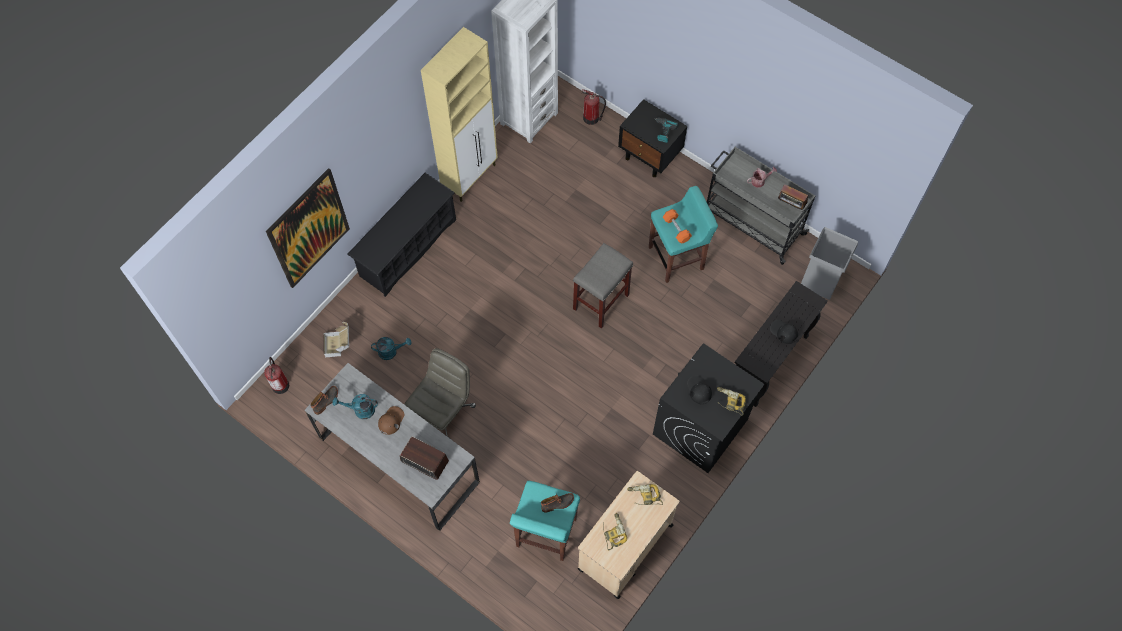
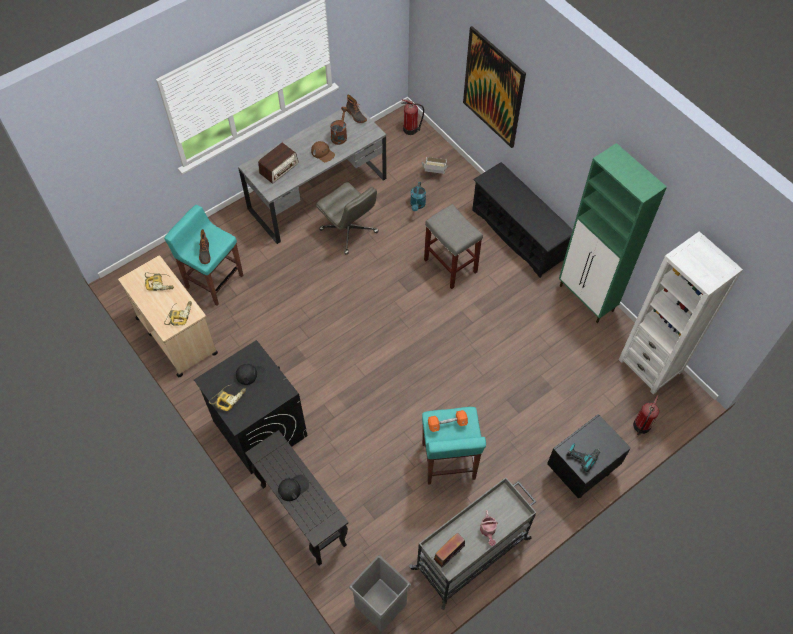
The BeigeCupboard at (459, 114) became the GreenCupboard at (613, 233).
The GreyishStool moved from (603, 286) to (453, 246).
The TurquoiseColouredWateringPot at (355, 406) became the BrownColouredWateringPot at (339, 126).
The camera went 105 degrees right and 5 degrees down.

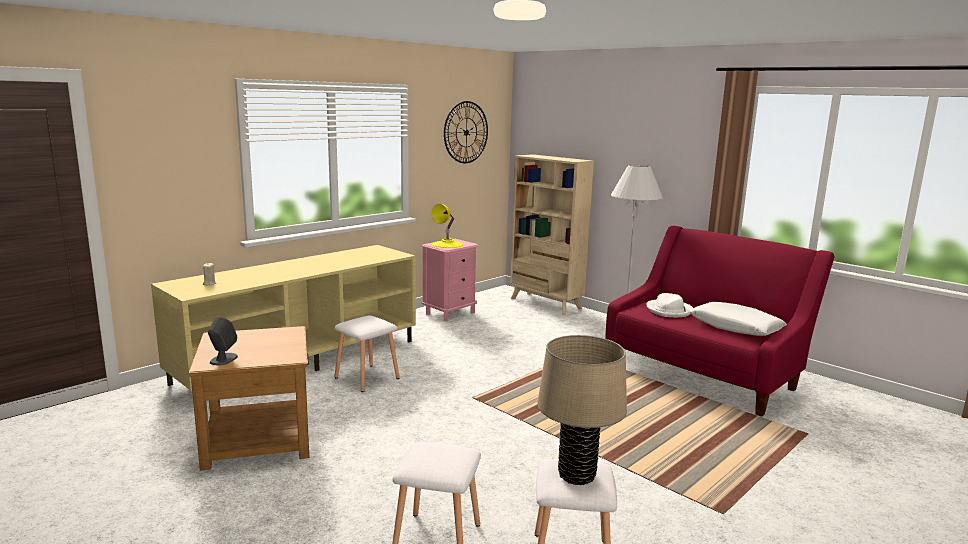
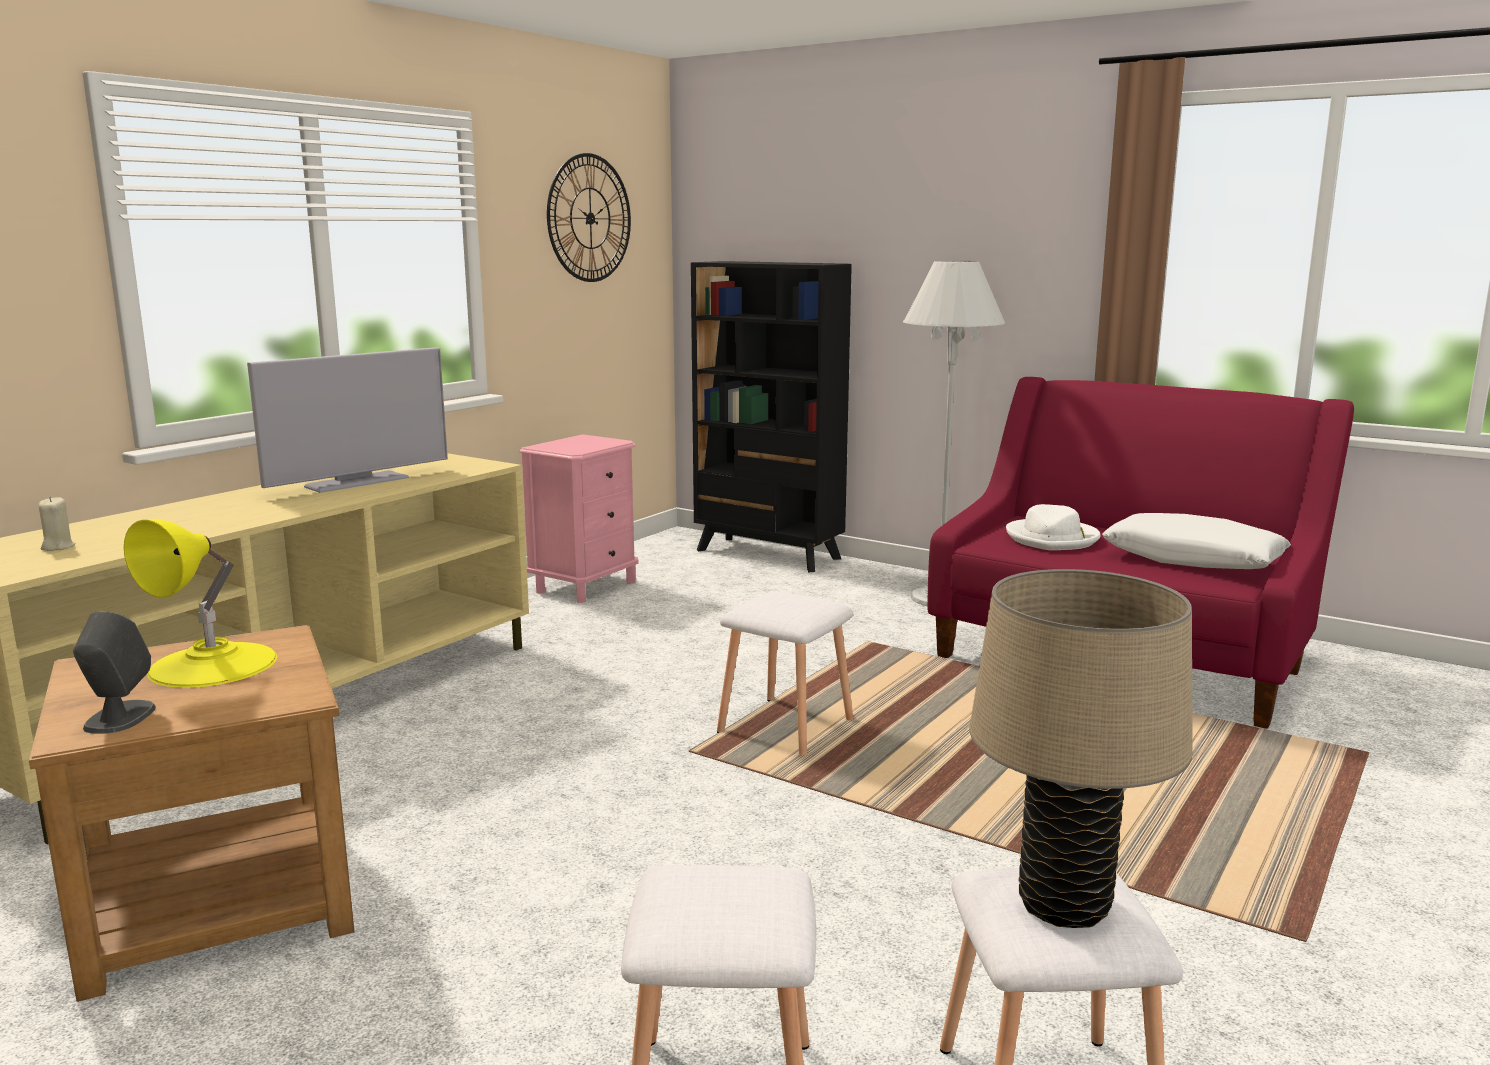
The BeigeBookcase at (552, 234) became the BlackishBookcase at (771, 416).
The YellowColouredTableLamp moved from (447, 226) to (200, 603).
The WhiteStool moved from (367, 353) to (785, 673).
The Television at (347, 420) appeared.
The camera went 10 degrees left and 0 degrees up.

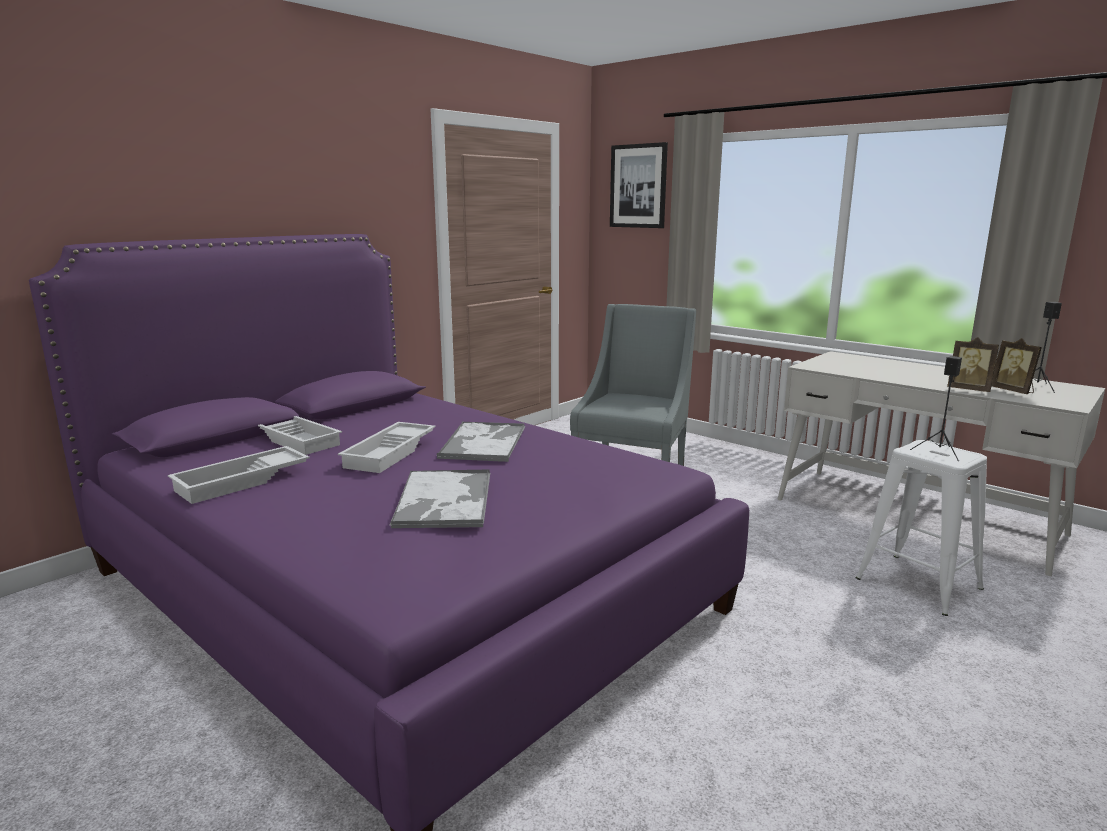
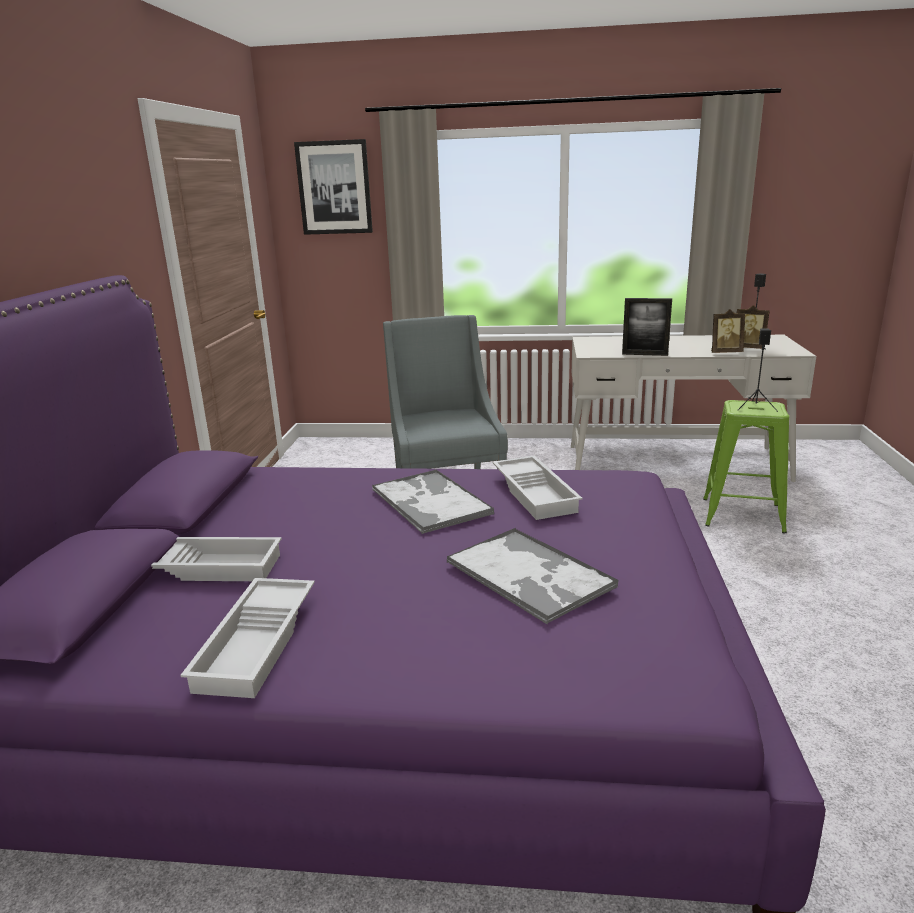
The WhiteCarryingTray moved from (387, 447) to (537, 488).
The WhiteStool at (921, 528) became the GreenStool at (746, 466).
The PhotoFrame at (647, 327) appeared.
The camera went 35 degrees left and 5 degrees up.

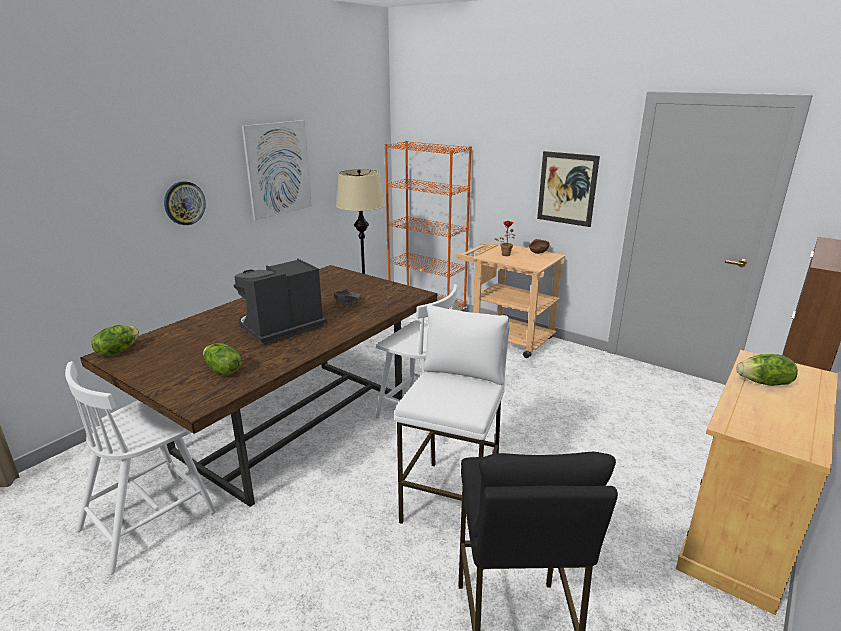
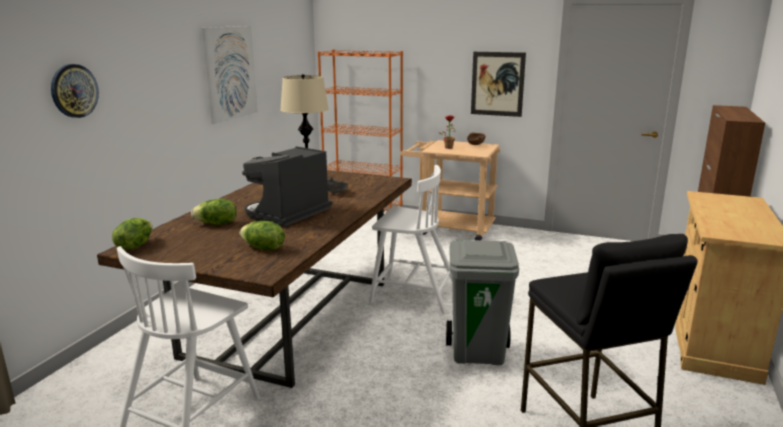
The ClockOnTheWall moved from (185, 203) to (75, 91).
The WhiteStool at (452, 414) was replaced by the GreyishWasteBin at (482, 302).
The HeadOfLettuce moved from (767, 370) to (214, 212).
The camera went 15 degrees left and 5 degrees down.

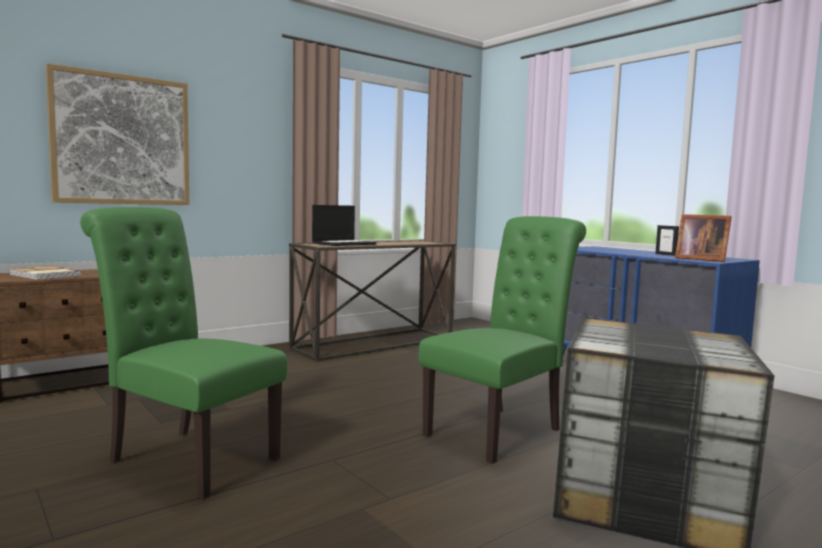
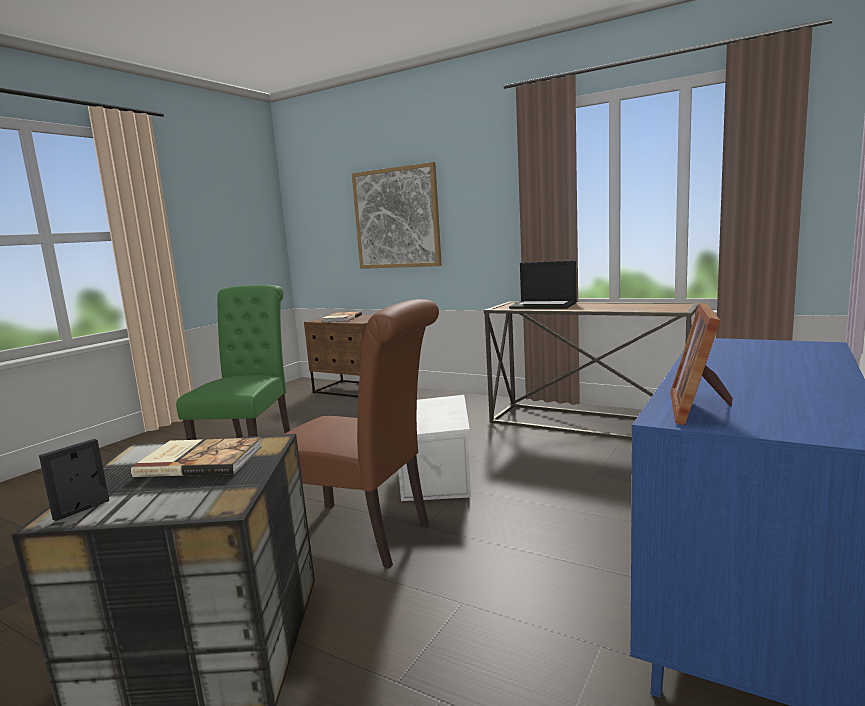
The GreenUprightChair at (502, 340) became the BrownColouredUprightChair at (362, 434).
The PhotoFrame moved from (667, 240) to (74, 480).
The WhiteStorageBox at (435, 448) appeared.
The Book at (196, 457) appeared.
The camera went 70 degrees right and 5 degrees up.

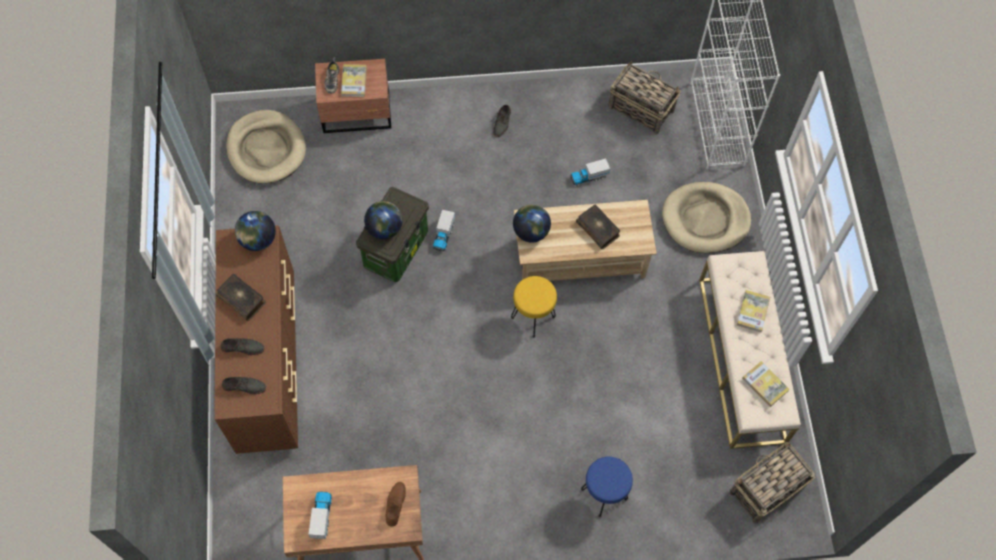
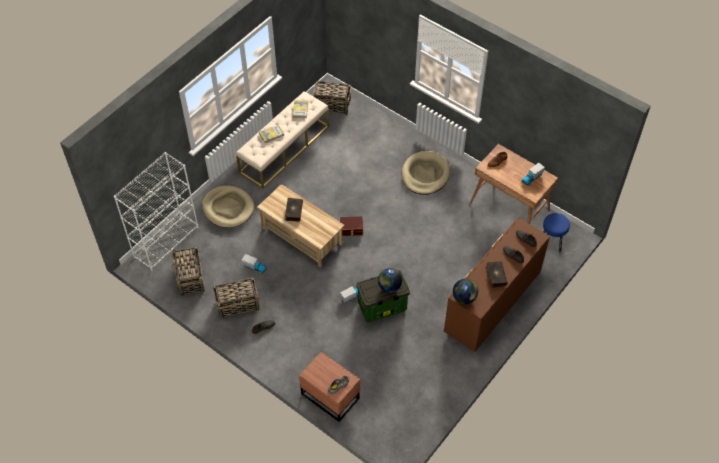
The Book at (354, 80) disappeared.
The BeigeDogBed moved from (266, 147) to (426, 173).
The Globe at (532, 223) disappeared.
The YellowColouredStool at (534, 307) was replaced by the BrownColouredStorageBox at (351, 226).
The BlueColouredStool moved from (607, 487) to (556, 232).
The Basket at (236, 298) appeared.
The camera went 135 degrees left and 10 degrees down.

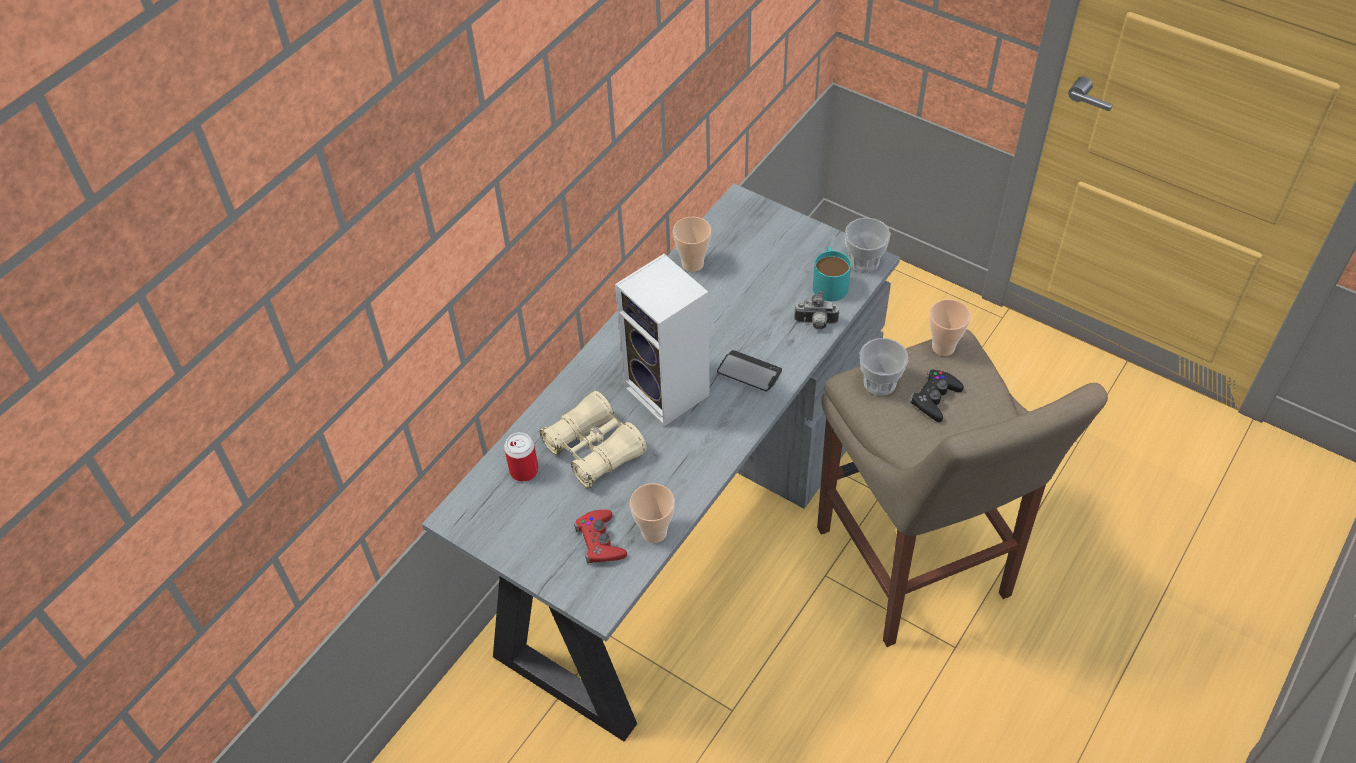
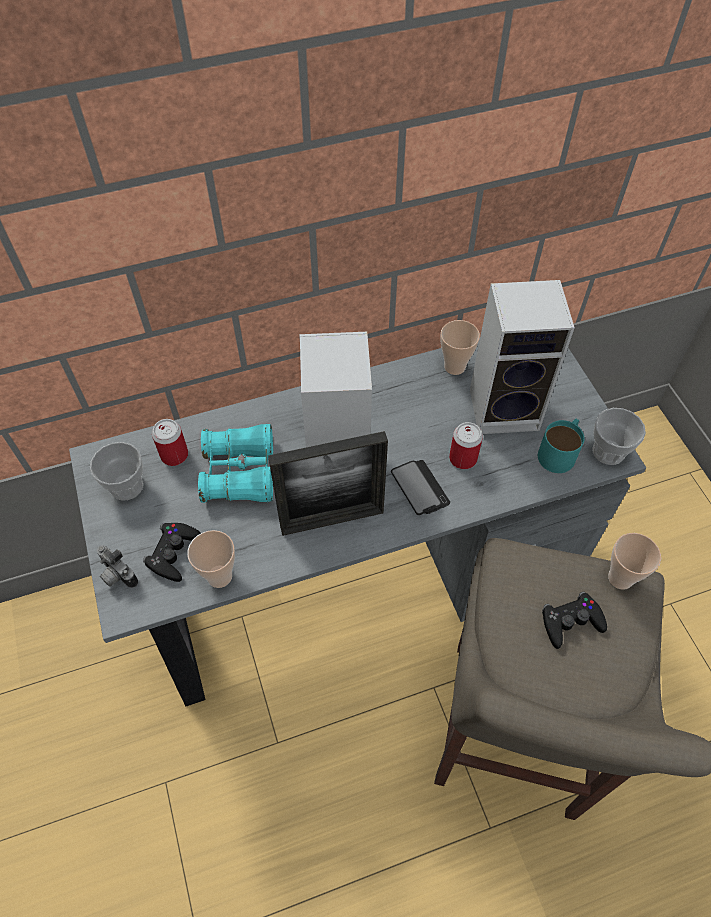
The StillCamera moved from (817, 310) to (117, 566).
The Cup moved from (884, 367) to (116, 471).
The BeigeFieldGlasses at (593, 439) became the TurquoiseColouredFieldGlasses at (235, 463).
The RedColouredGameController at (600, 537) became the BlackishGameController at (172, 552).
The Speaker at (522, 357) appeared.
The SealedCan at (466, 445) appeared.
The PhotoFrame at (328, 483) appeared.
The camera went 35 degrees right and 5 degrees up.

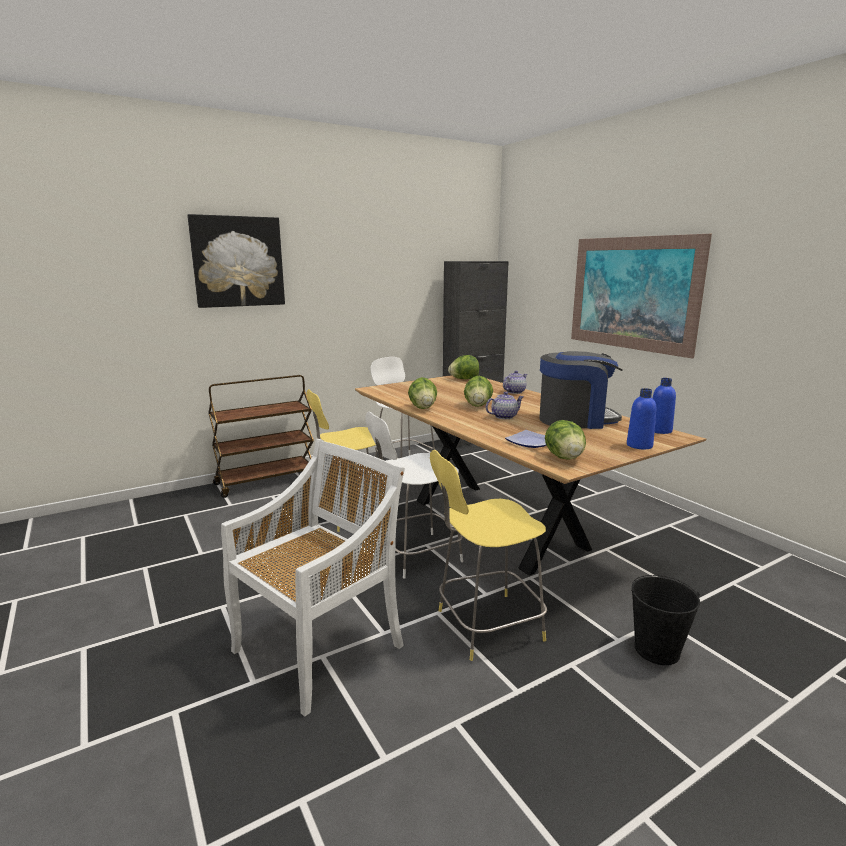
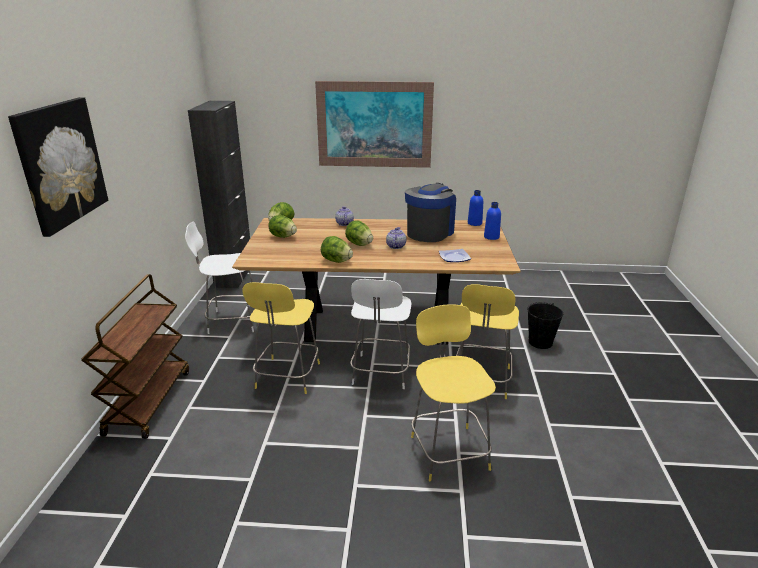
The HeadOfLettuce moved from (565, 440) to (282, 226).
The WhiteUprightChair at (313, 578) was replaced by the YellowColouredStool at (453, 392).
The camera went 55 degrees left and 10 degrees up.

